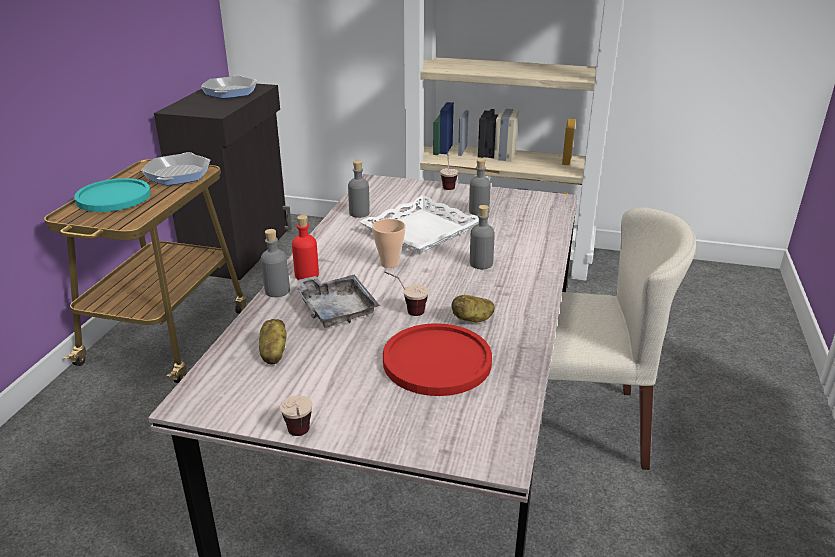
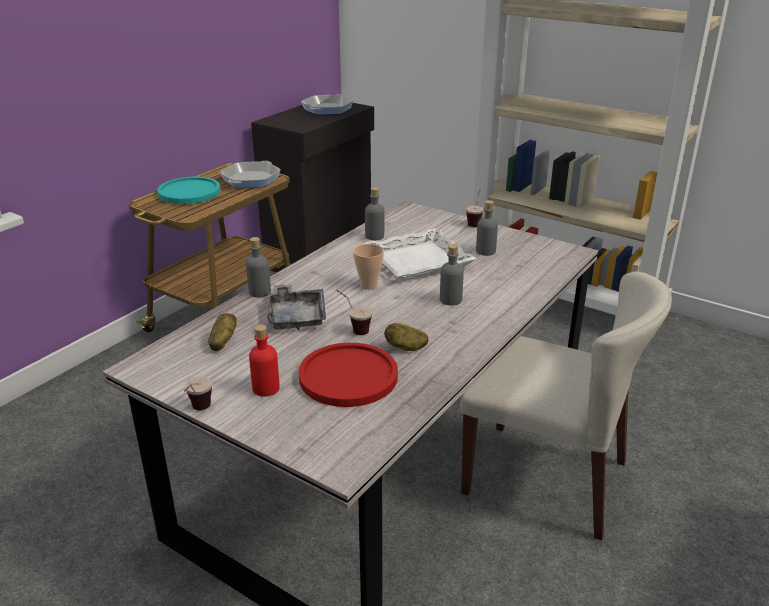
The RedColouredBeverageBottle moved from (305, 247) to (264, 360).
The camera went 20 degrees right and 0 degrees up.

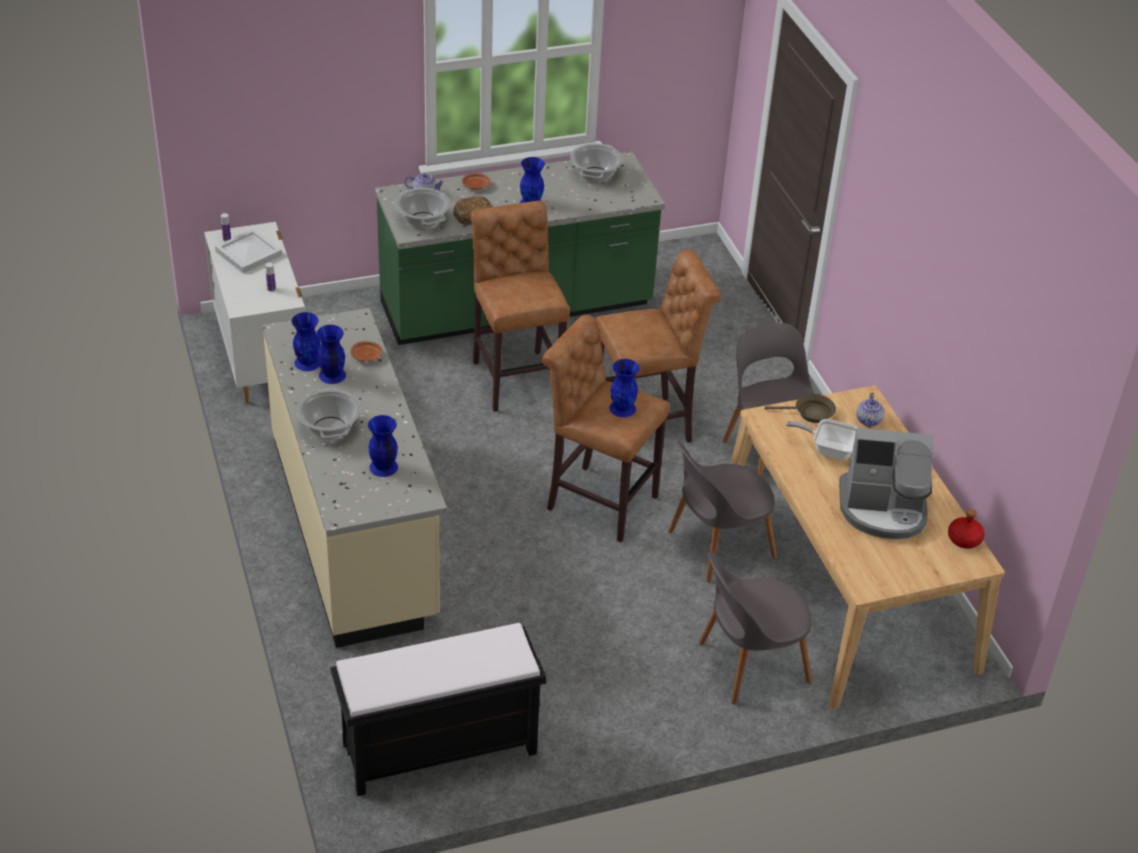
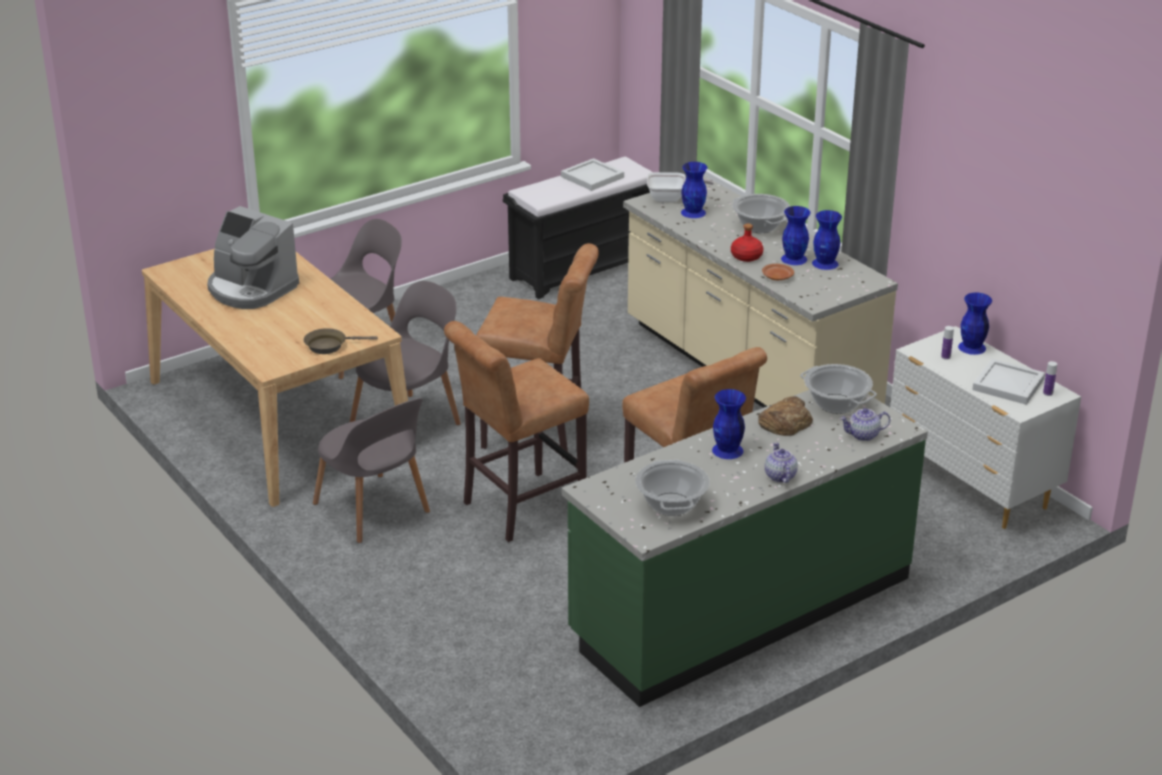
The BrownColouredFlatDish at (476, 181) disappeared.
The BlueColouredFlowerVase moved from (624, 388) to (975, 324).
The PotForTea moved from (870, 410) to (781, 462).
The Skillet moved from (822, 439) to (680, 187).
The CoffeeMachine at (886, 483) turned 135 degrees counterclockwise.
The RedColouredBeverageBottle moved from (966, 529) to (747, 242).
The WhiteCarryingTray at (592, 174) appeared.
The camera went 165 degrees right and 10 degrees down.

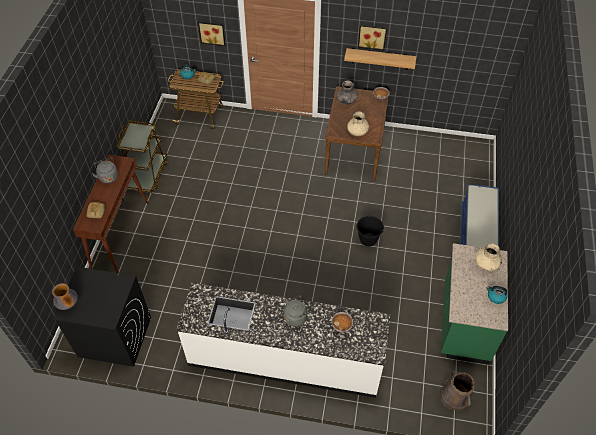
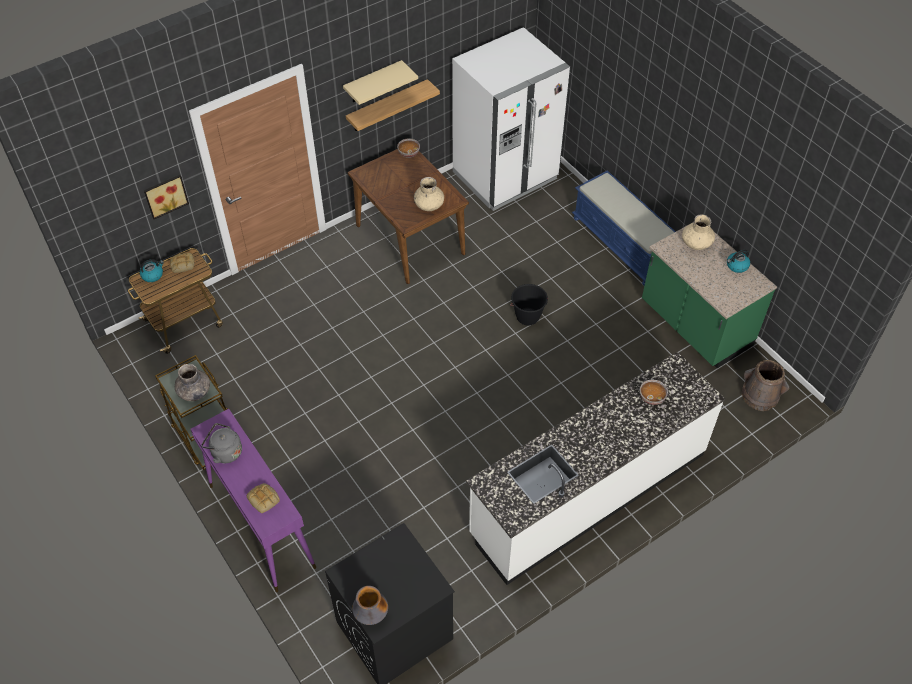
The WallArt at (372, 37) was replaced by the BeigeBracketShelf at (380, 82).
The GreyishFlowerVase moved from (347, 93) to (192, 382).
The BrownColouredNarrowTable at (111, 214) became the PurplishNarrowTable at (253, 500).
The GreyishKettle at (298, 311) disappeared.
The WhiteRefrigerator at (511, 119) appeared.
The camera went 45 degrees left and 0 degrees up.

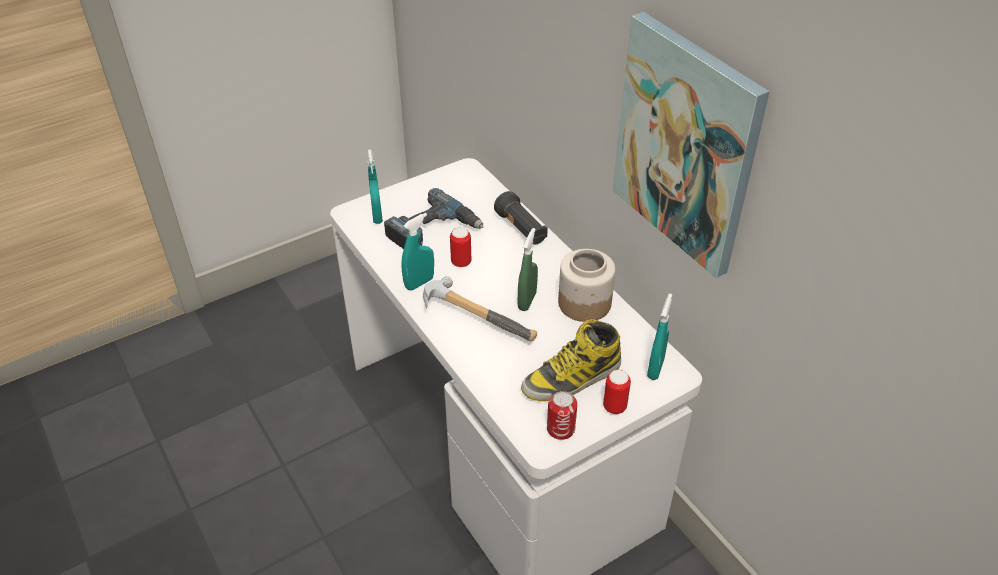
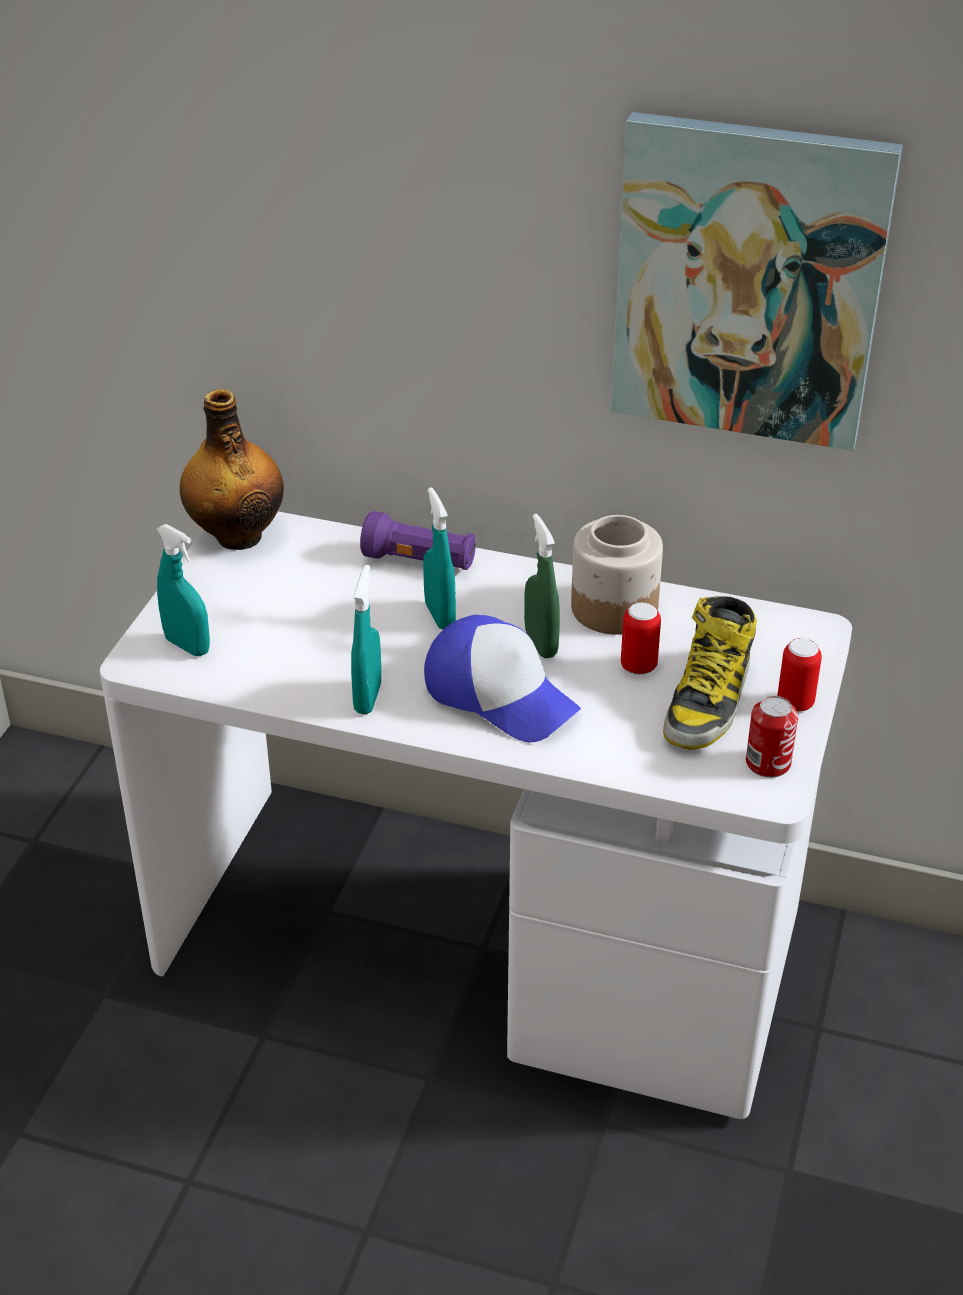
The ElectricDrill at (434, 218) disappeared.
The BlackishHandTorch at (521, 218) became the PurplishHandTorch at (418, 540).
The SealedCan moved from (460, 247) to (641, 639).
The Hammer at (480, 308) was replaced by the BaseballCap at (502, 678).
The TurquoiseColouredHandSprayer moved from (659, 336) to (439, 558).
The BeverageBottle at (232, 469) appeared.
The camera went 40 degrees left and 5 degrees down.

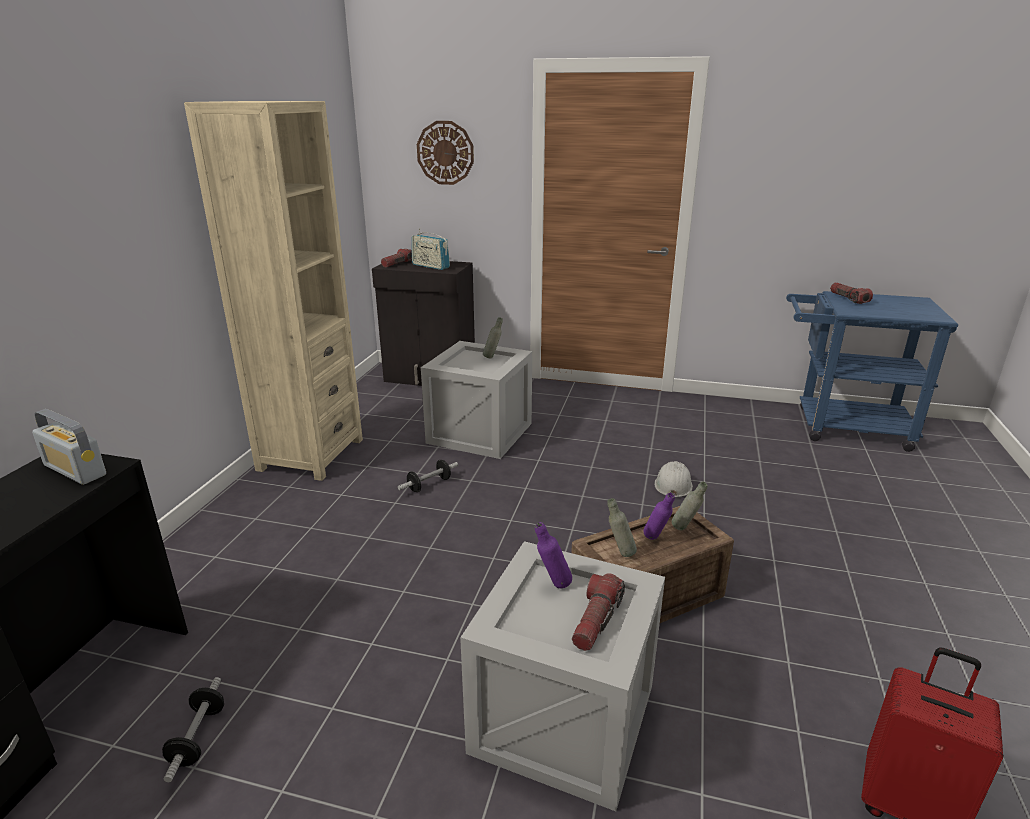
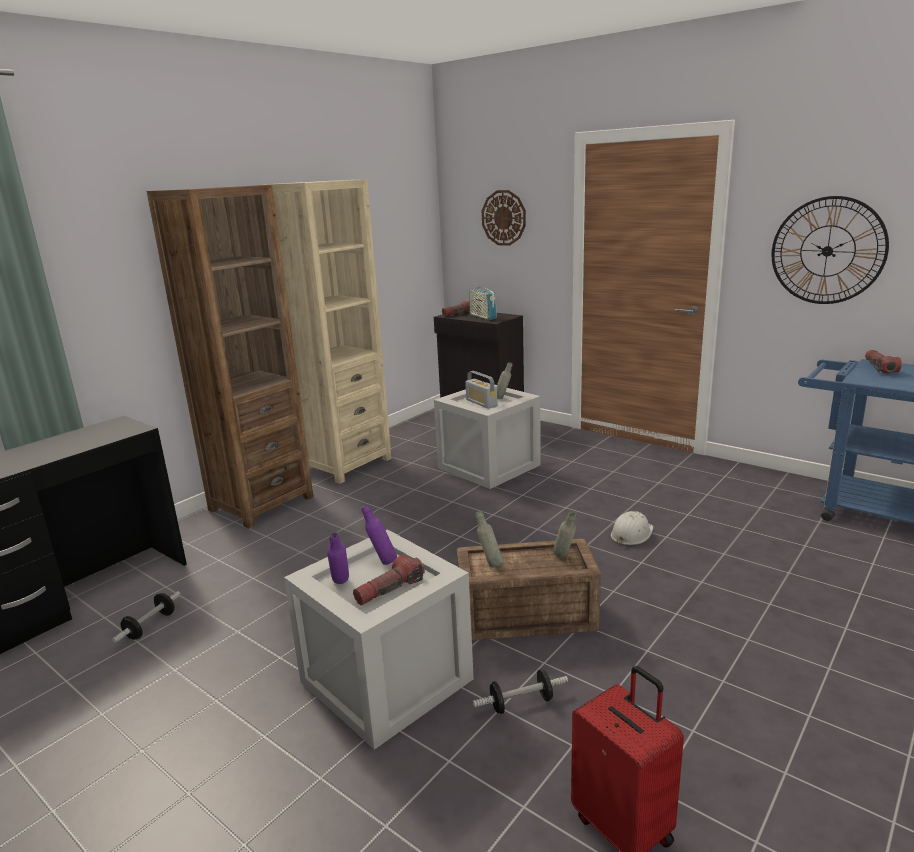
The RadioReceiver moved from (69, 447) to (481, 390).
The HandWeight moved from (428, 476) to (520, 692).
The PurplishBeverageBottle moved from (659, 516) to (338, 558).
The BrownColouredBookcase at (230, 357) appeared.
The ClockOnTheWall at (830, 250) appeared.
The camera went 25 degrees right and 5 degrees down.

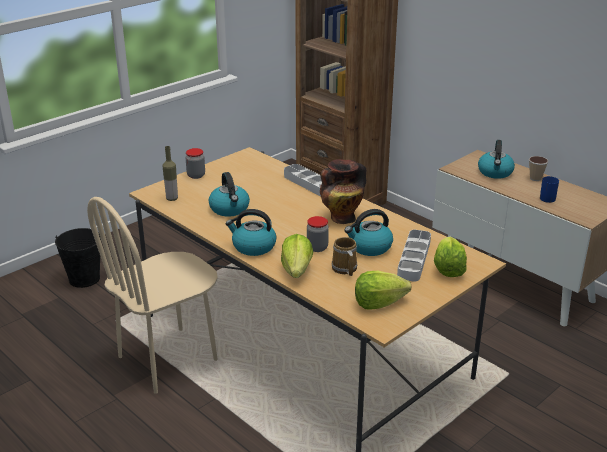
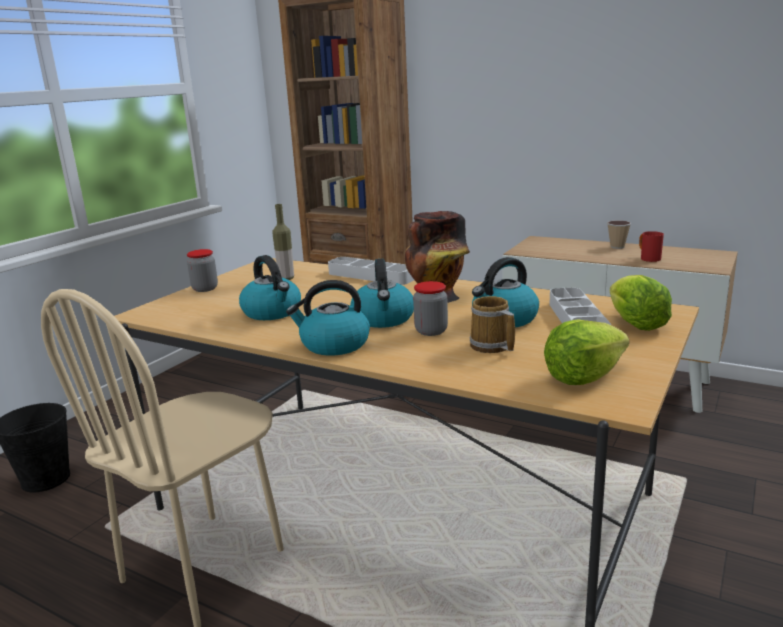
The Kettle moved from (496, 159) to (382, 293).
The BeverageBottle moved from (170, 173) to (283, 242).
The BlueColouredCoffeeMug at (549, 189) became the RedColouredCoffeeMug at (651, 246).
The HeadOfLettuce at (297, 256) disappeared.
The camera went 15 degrees left and 10 degrees down.

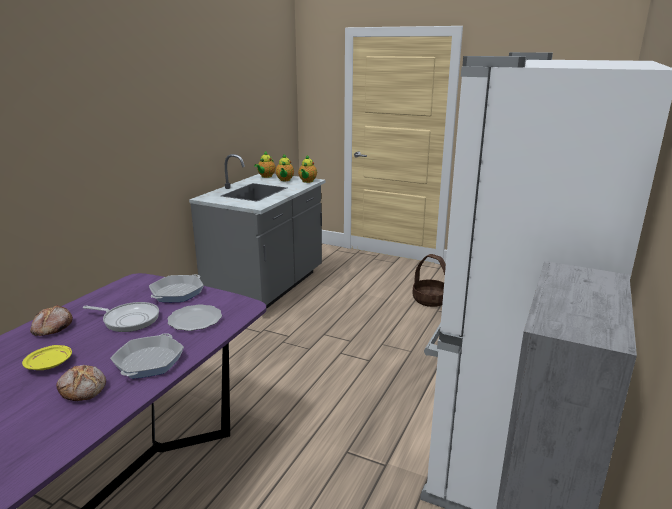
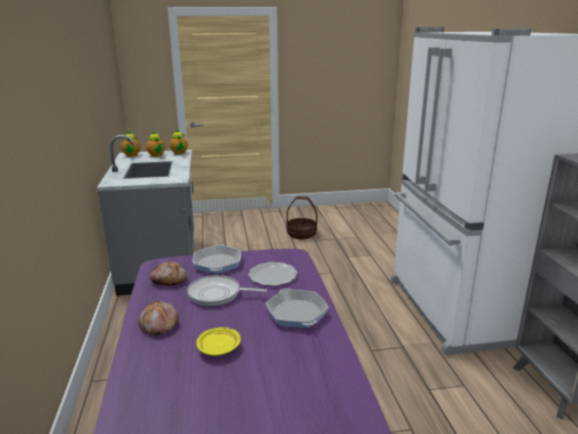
The Skillet at (121, 317) turned 150 degrees counterclockwise.
The Bread moved from (81, 383) to (168, 274).
The camera went 35 degrees left and 0 degrees up.

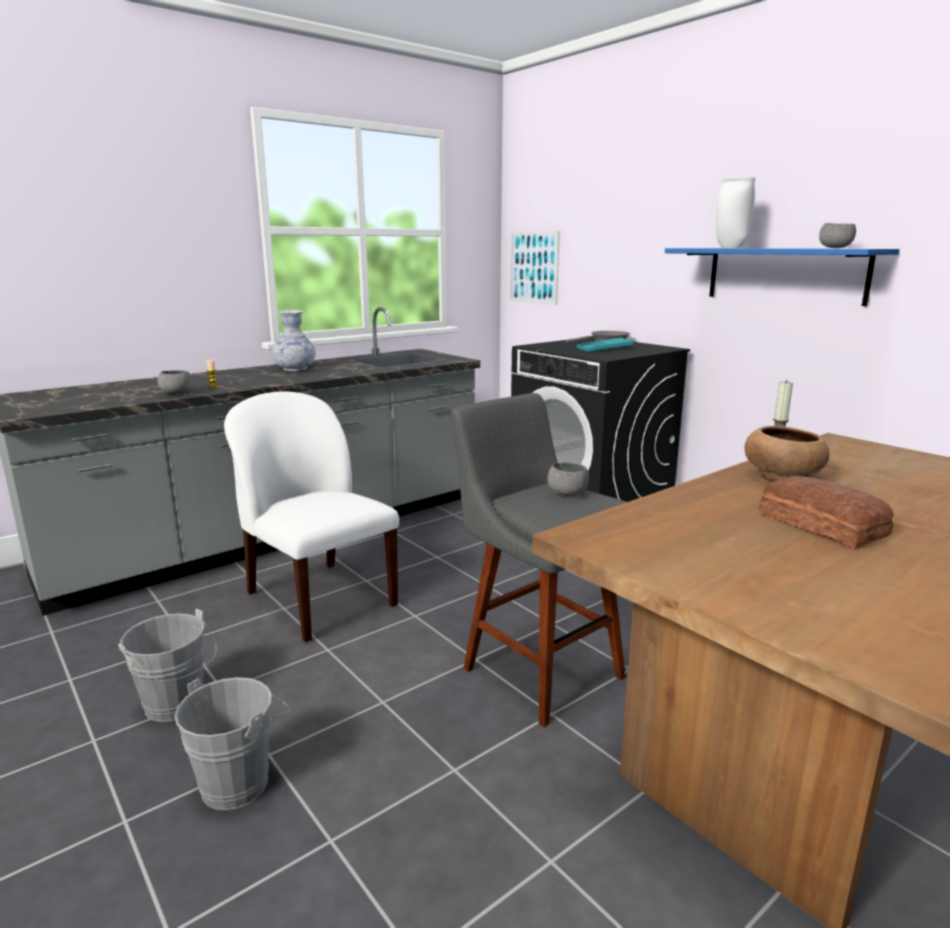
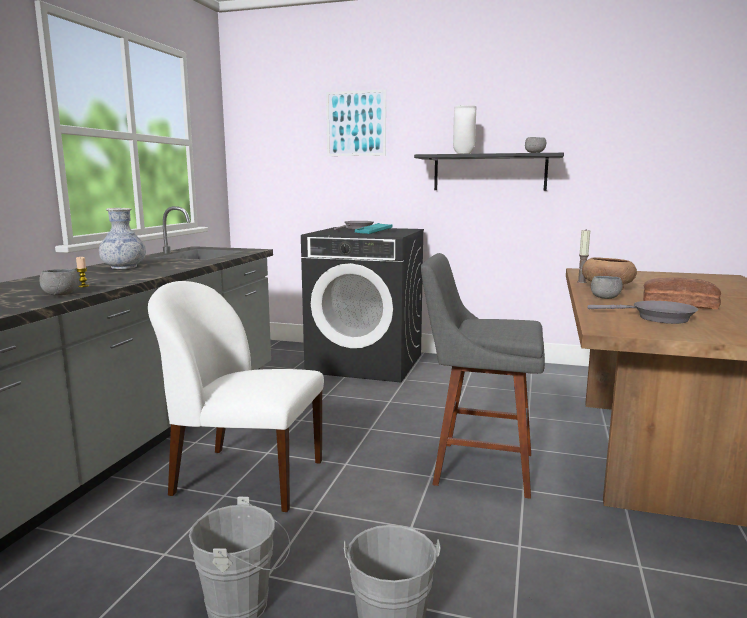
The WallArt moved from (534, 268) to (356, 122).
The BlueColouredBracketShelf at (782, 277) became the BlackishBracketShelf at (489, 172).
The GreyishServingBowl moved from (568, 479) to (607, 287).
The GreyishSkillet at (643, 312) appeared.
The camera went 35 degrees left and 5 degrees down.

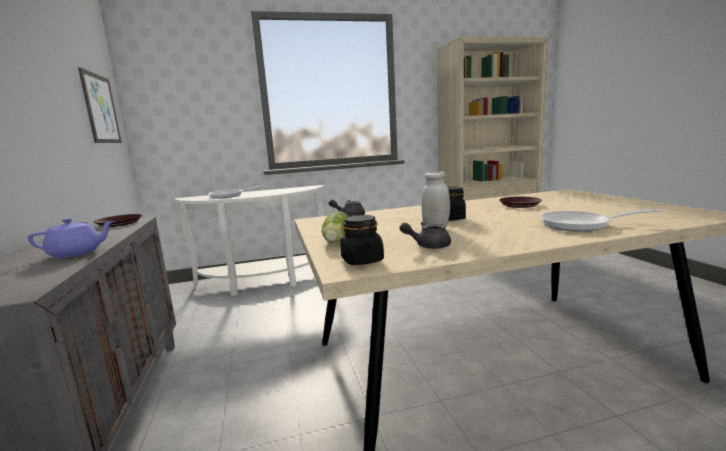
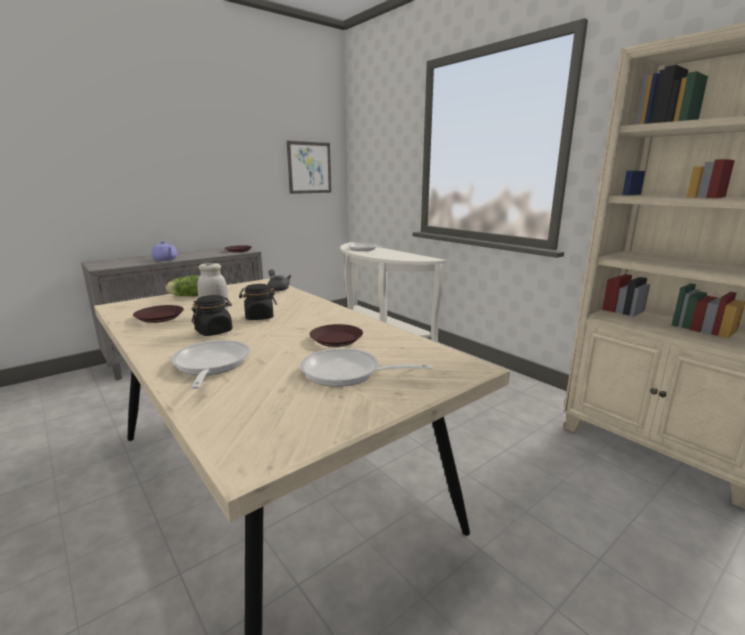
The BlackishPreserveJar moved from (362, 240) to (212, 315).
The GreyishPotForTea at (425, 235) was replaced by the BrownColouredFlatDish at (158, 314).
The Skillet at (366, 367) appeared.
The camera went 65 degrees right and 5 degrees up.

